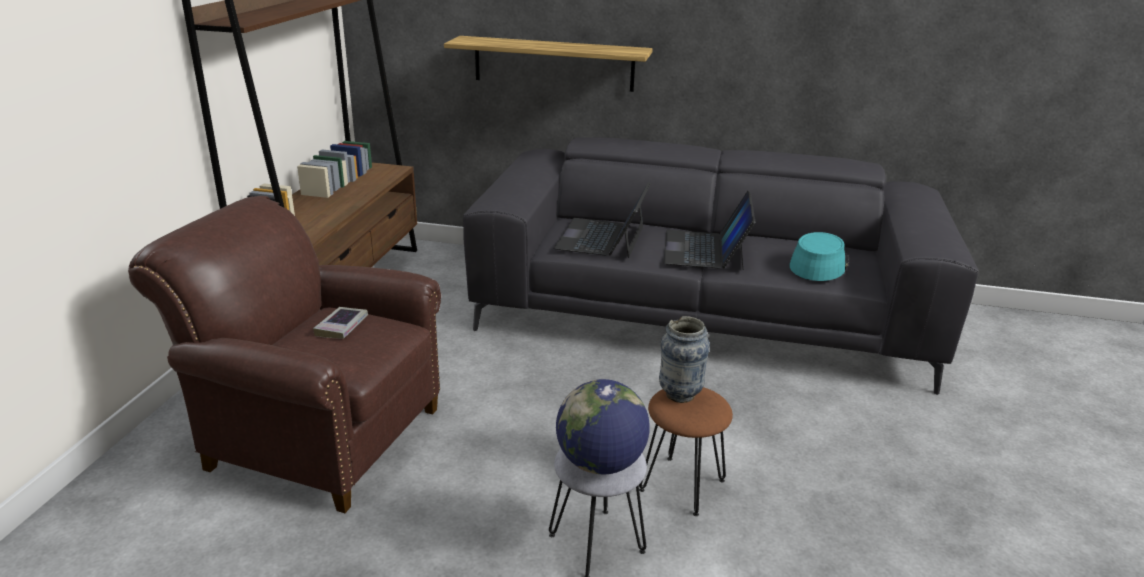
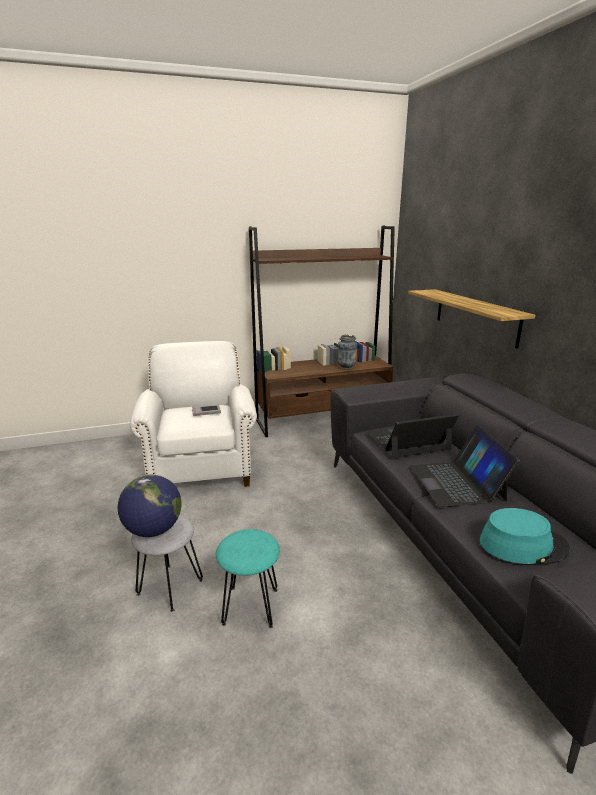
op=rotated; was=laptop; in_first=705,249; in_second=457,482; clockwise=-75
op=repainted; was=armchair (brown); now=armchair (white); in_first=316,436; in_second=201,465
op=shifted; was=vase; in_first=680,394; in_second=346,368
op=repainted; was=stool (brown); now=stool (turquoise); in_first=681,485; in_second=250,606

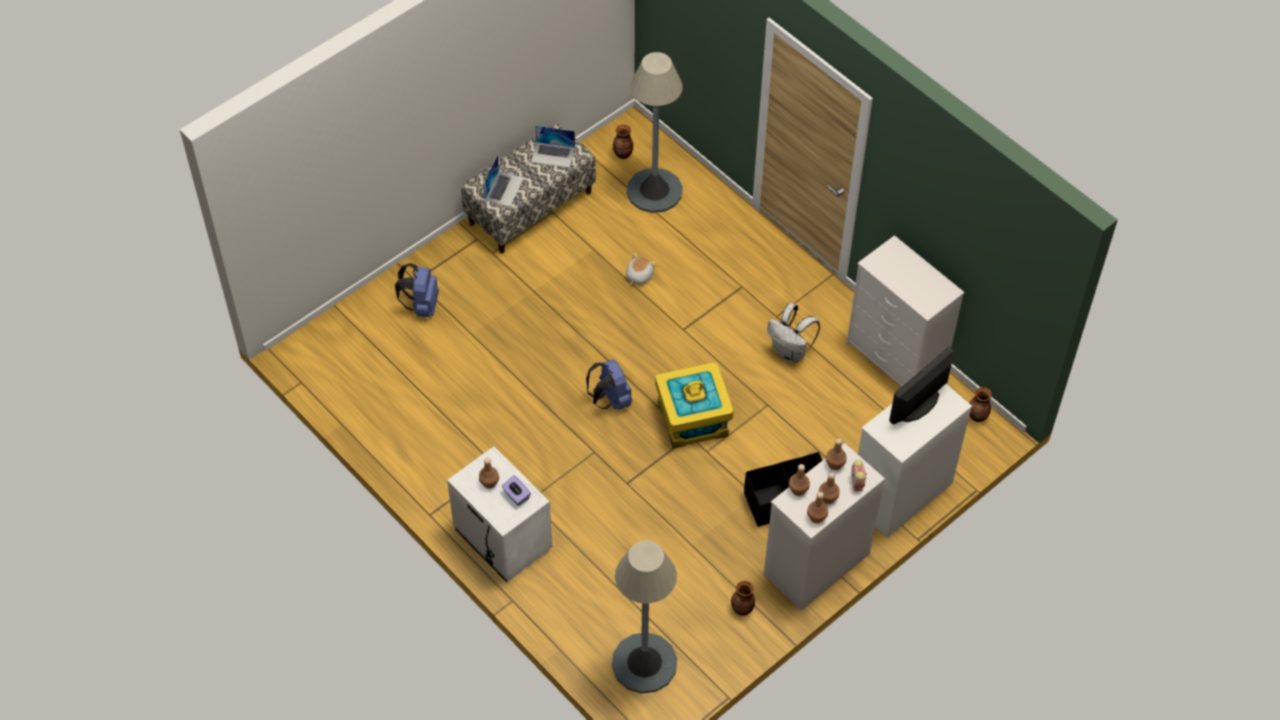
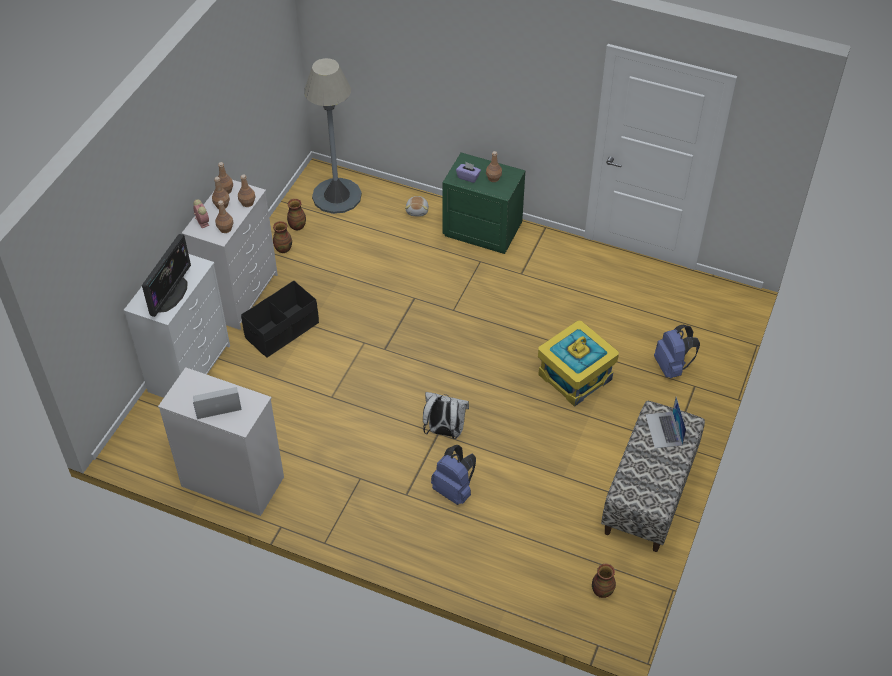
op=gone; was=floor lamp (grey); in_first=654,190
op=shifted; was=laptop; in_first=553,154; in_second=217,403
op=shifted; was=plush toy; in_first=638,275; in_second=417,210
op=shifted; was=backpack (white); in_first=790,352; in_second=444,431
op=shifted; was=backpack (blue); in_first=610,400; in_second=454,490
op=shifted; was=storage box (yellow); in_first=693,419; in_second=574,377
op=shifted; was=vase; in_first=977,416; in_second=297,226
op=repainted; was=nightstand (white); now=nightstand (green); in_first=501,540; in_second=482,230

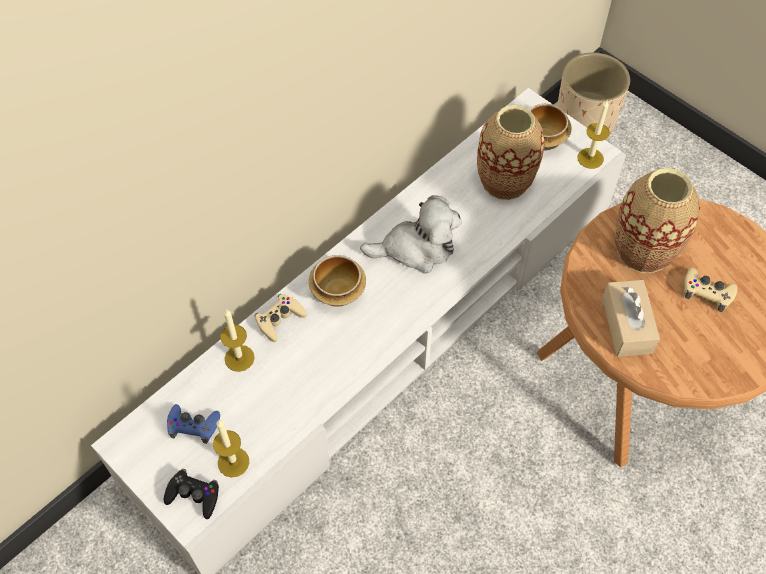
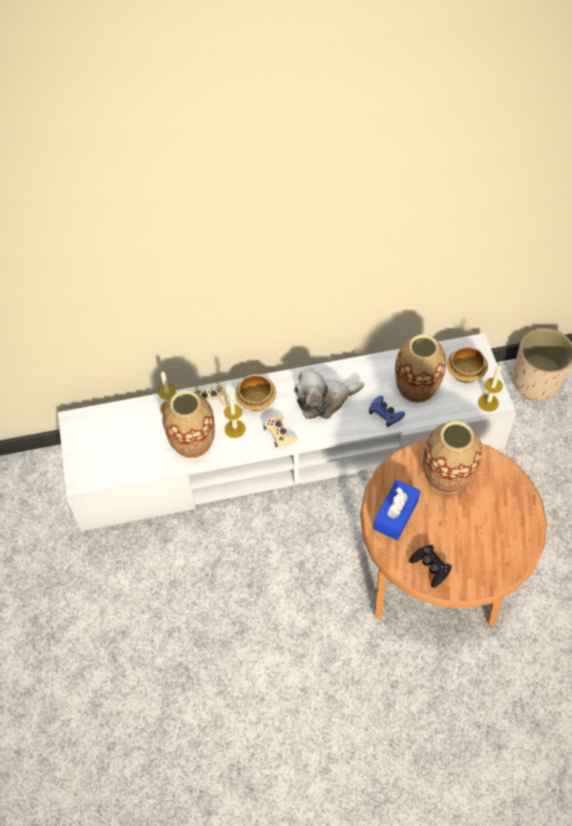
op=rotated; was=plush toy; in_first=416,248; in_second=324,400; clockwise=135
op=shifted; was=game controller (beige); in_first=707,292; in_second=280,433
op=repainted; was=tissue box (beige); now=tissue box (blue); in_first=627,325; in_second=396,514
op=shifted; was=game controller (blue); in_first=193,425; in_second=385,413
op=shifted; was=candle; in_first=233,462; in_second=235,429
op=shifted; was=game controller (black); in_first=193,495; in_second=430,566
op=new; now=vase; in_second=192,442

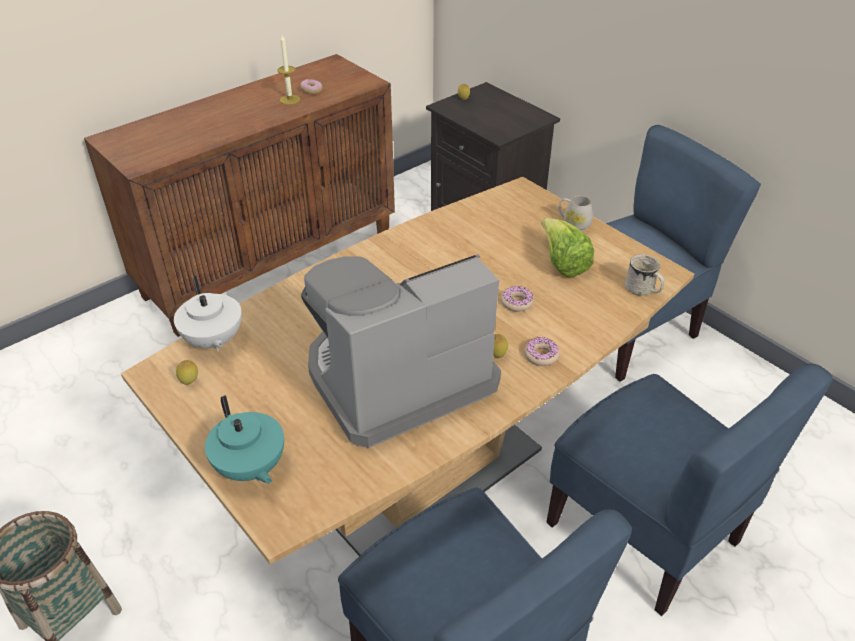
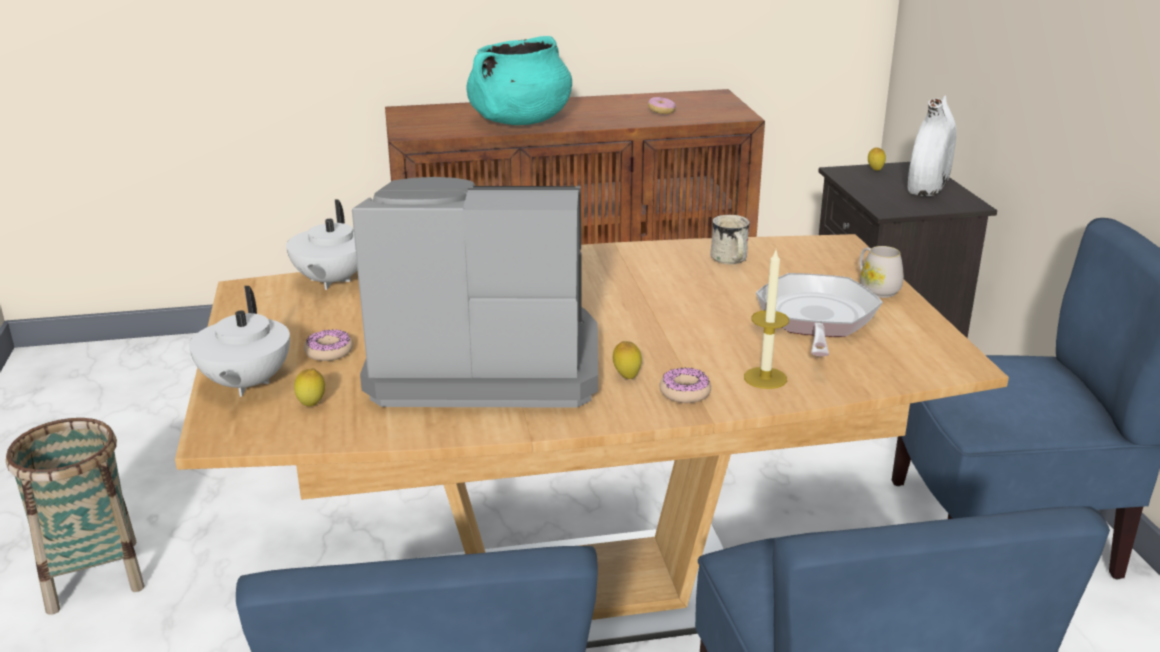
op=shifted; was=candle; in_first=290,99; in_second=765,378
op=swapped; was=lettuce; now=frying pan; in_first=562,263; in_second=816,320
op=shifted; was=mug (white); in_first=643,290; in_second=730,261
op=shifted; was=donut; in_first=516,302; in_second=329,352
op=shifted; was=lemon; in_first=190,382; in_second=312,405
op=repainted; was=teapot (turquoise); now=teapot (white); in_first=250,468; in_second=245,384
op=new; now=cooking pot (turquoise); in_second=520,121
op=new; now=vase (white); in_second=928,186

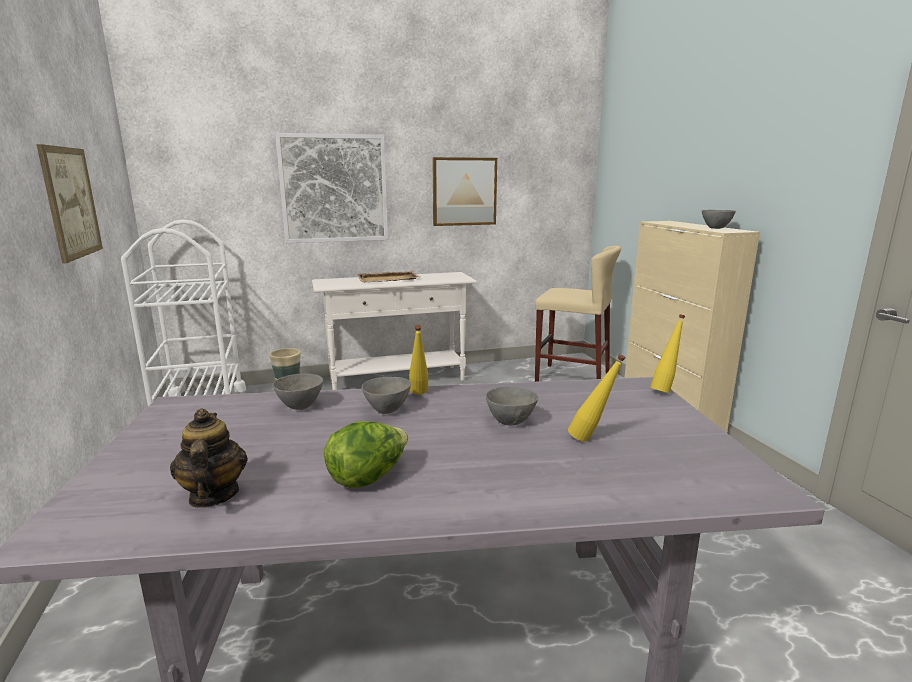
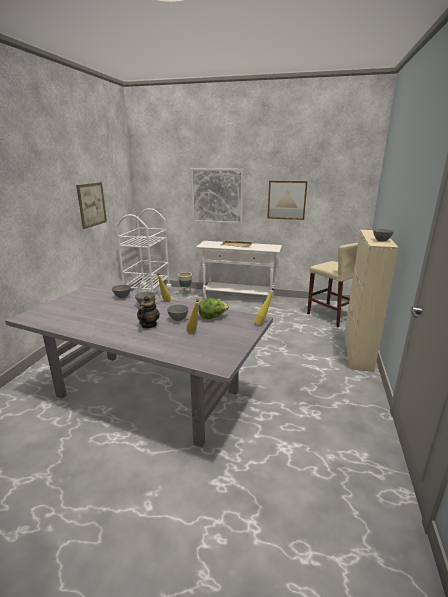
op=shifted; was=teapot; in_first=213,495; in_second=148,325
op=shifted; was=lettuce; in_first=368,477; in_second=212,317

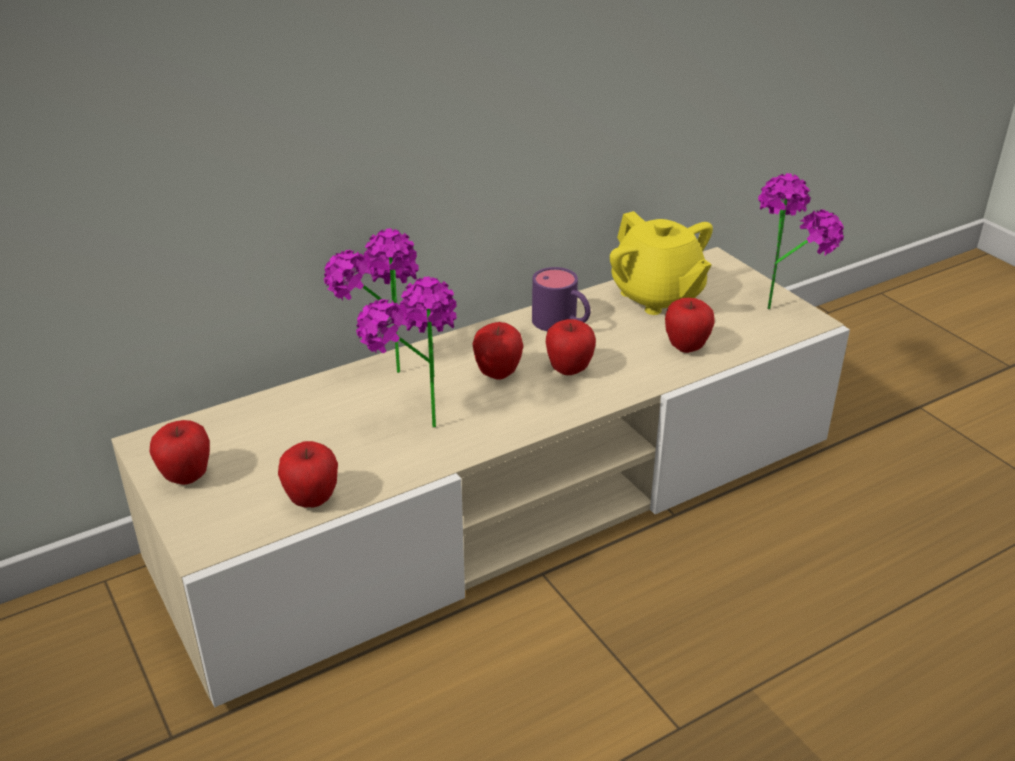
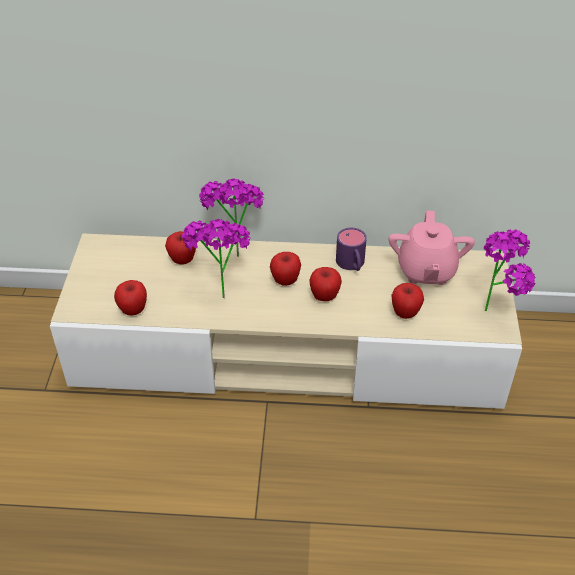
op=repainted; was=teapot (yellow); now=teapot (pink); in_first=657,296; in_second=426,271
op=shifted; was=apple; in_first=186,477; in_second=182,260

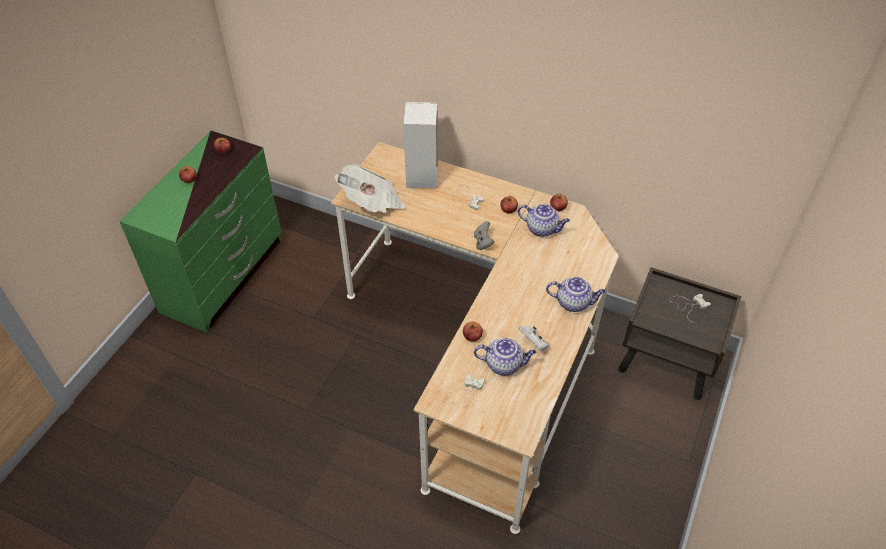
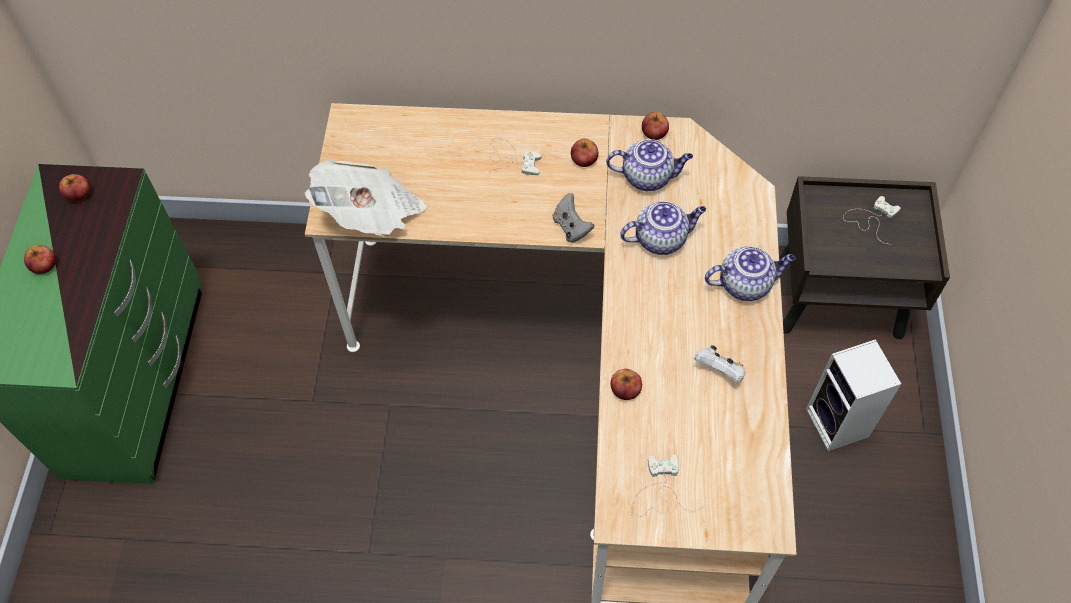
op=shifted; was=speaker; in_first=422,178; in_second=839,424
op=shifted; was=teapot; in_first=504,364; in_second=661,238

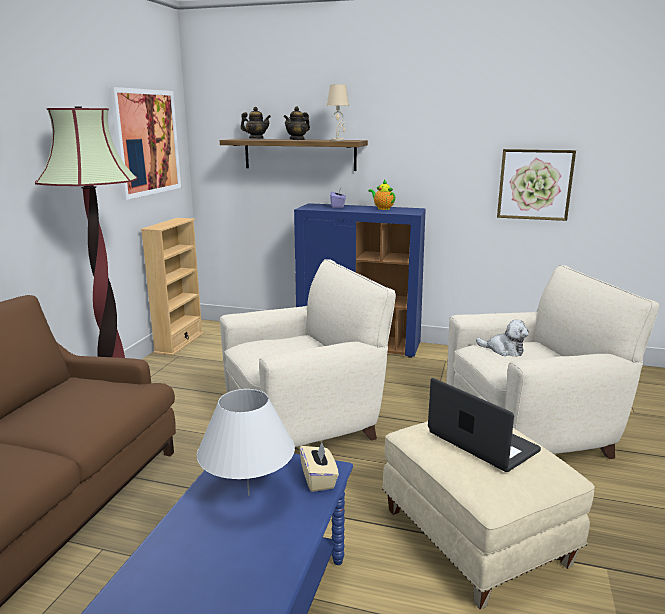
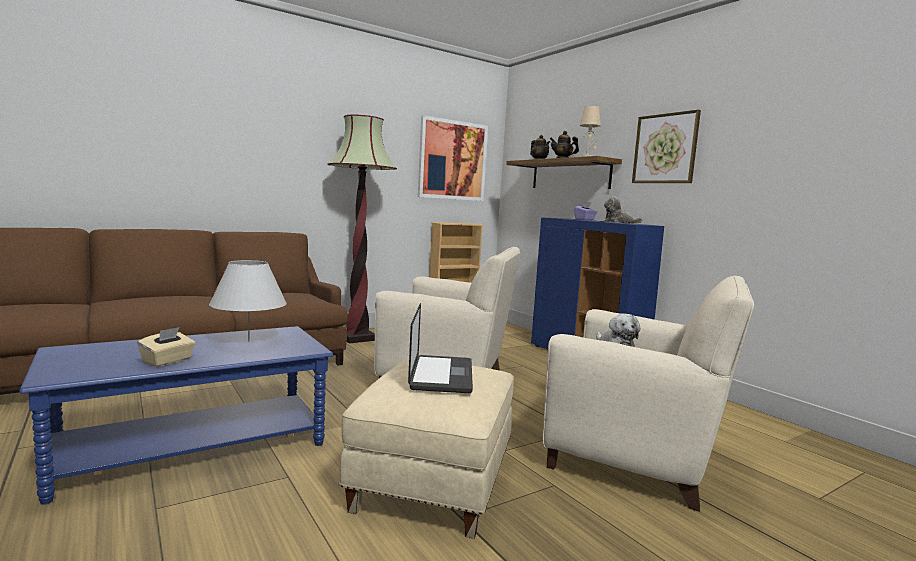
op=shifted; was=picture; in_first=535,184; in_second=665,148
op=swapped; was=teapot; now=plush toy; in_first=382,208; in_second=618,222
op=shifted; was=tissue box (beige); in_first=318,479; in_second=168,361

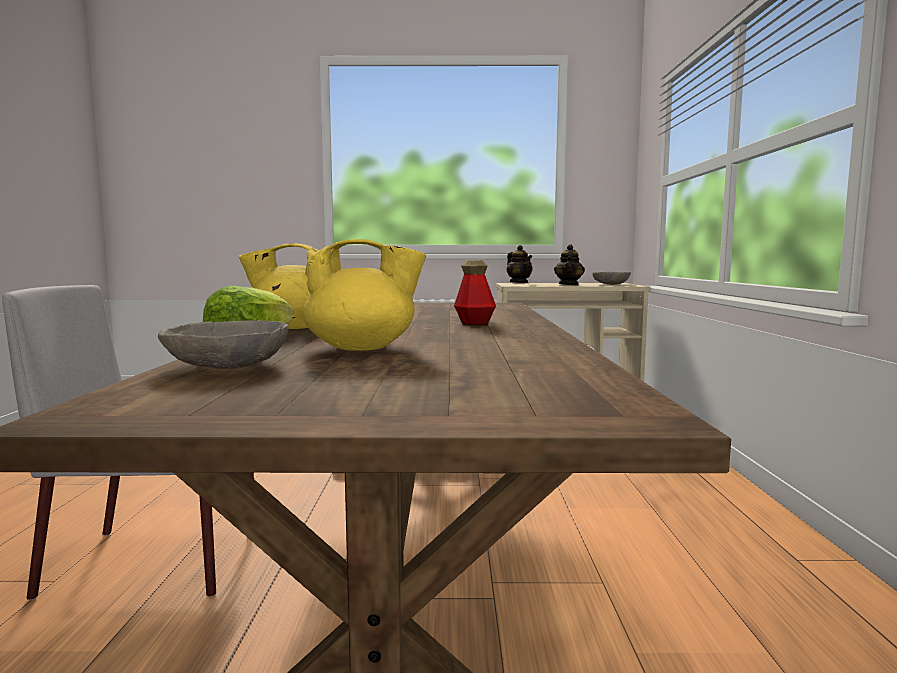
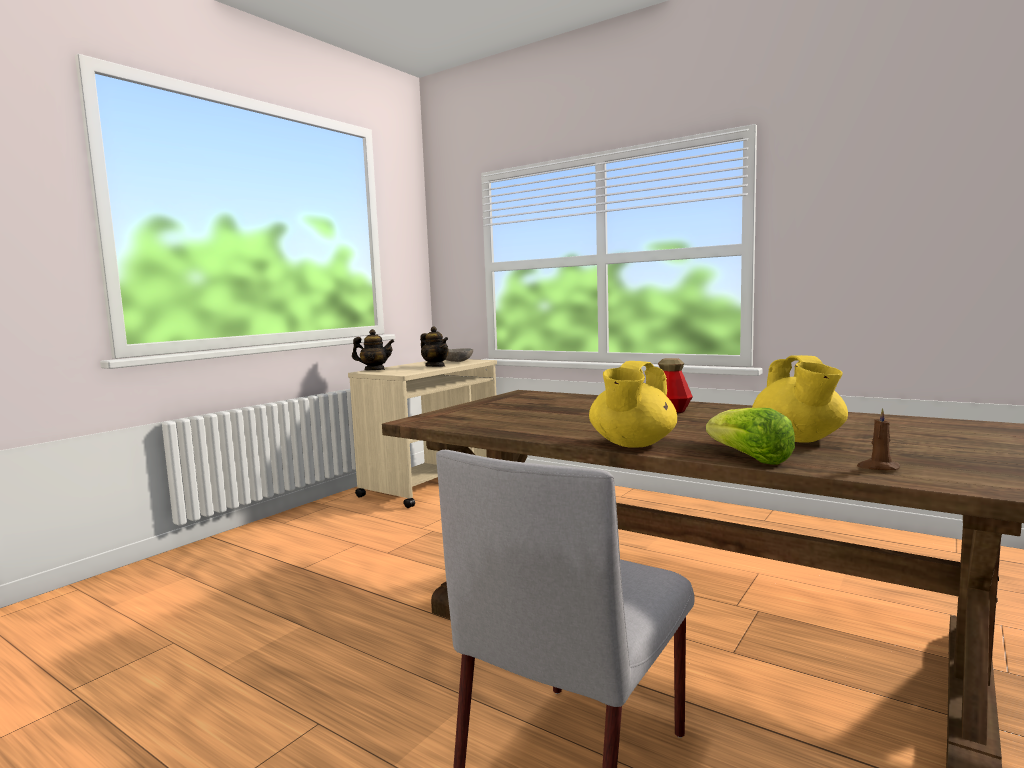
op=rotated; was=teapot (yellow); in_first=363,348; in_second=798,439; clockwise=150
op=swapped; was=bowl (grey); now=candle (brown); in_first=228,366; in_second=877,467

